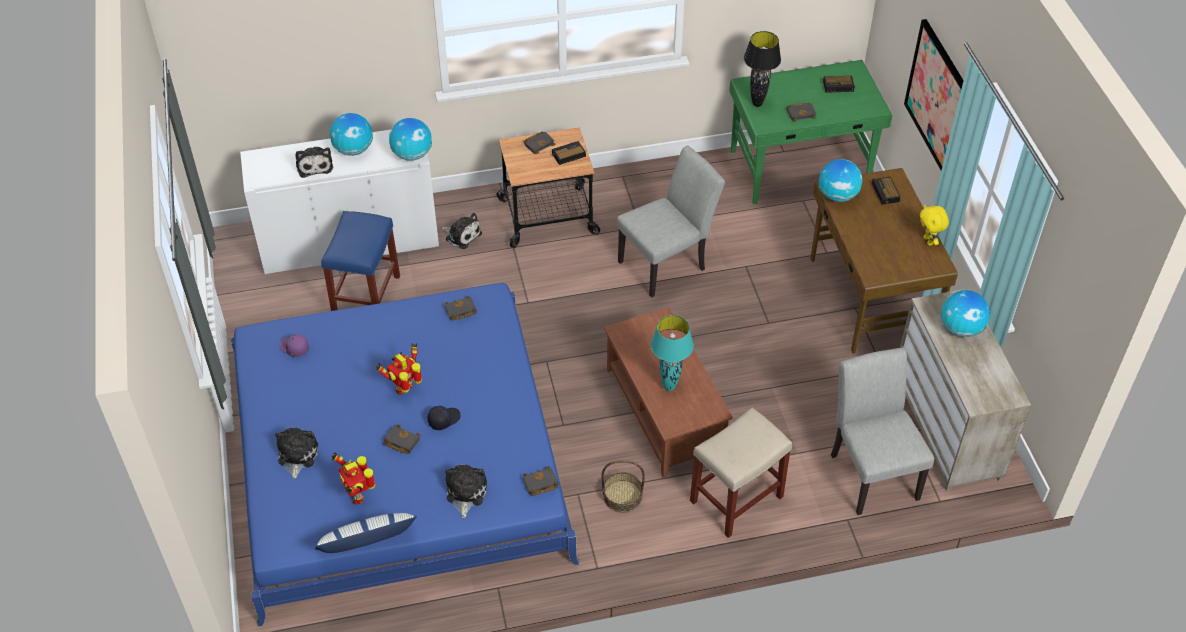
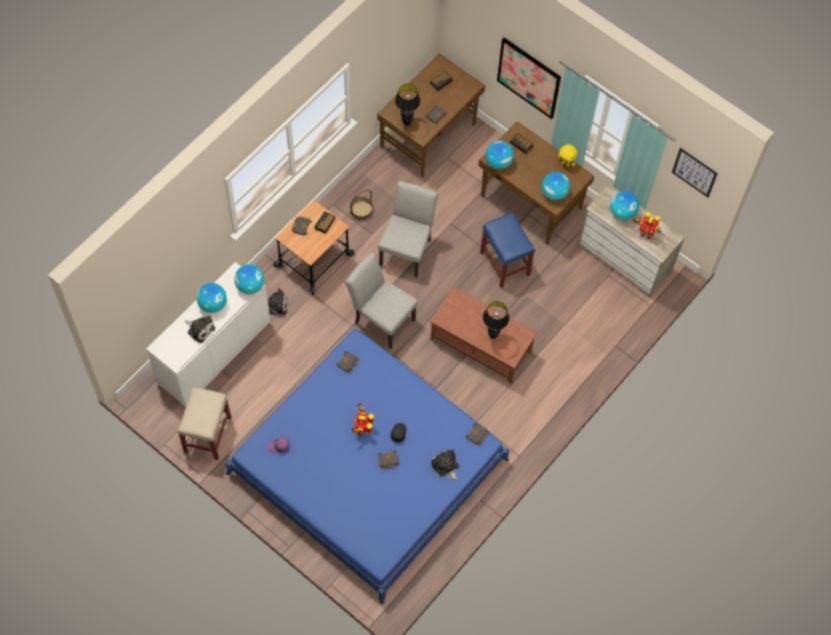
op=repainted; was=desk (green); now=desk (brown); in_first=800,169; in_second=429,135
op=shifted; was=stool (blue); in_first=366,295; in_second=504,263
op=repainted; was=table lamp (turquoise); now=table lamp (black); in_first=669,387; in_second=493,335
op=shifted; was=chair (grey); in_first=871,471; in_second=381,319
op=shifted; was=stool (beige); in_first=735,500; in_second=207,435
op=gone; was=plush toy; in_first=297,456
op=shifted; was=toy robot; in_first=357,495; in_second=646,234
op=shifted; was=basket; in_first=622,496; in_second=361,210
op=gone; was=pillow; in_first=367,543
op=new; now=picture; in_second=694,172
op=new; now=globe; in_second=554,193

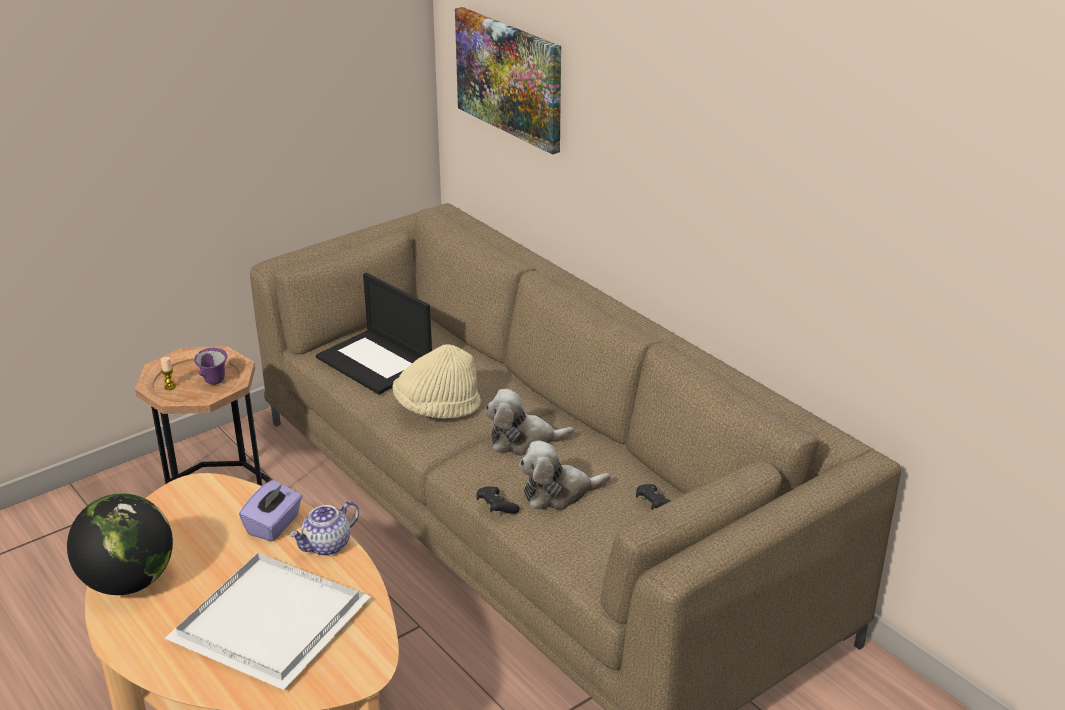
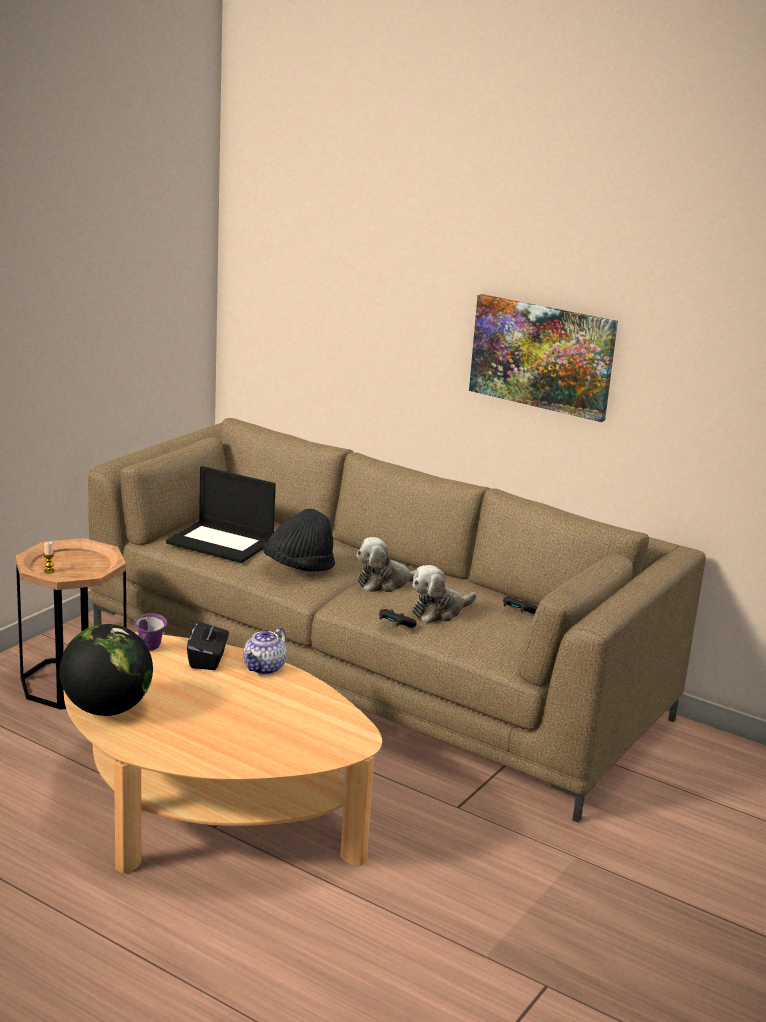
op=shifted; was=picture; in_first=510,78; in_second=542,356
op=repainted; was=hat (beige); now=hat (black); in_first=437,408; in_second=298,568
op=shifted; was=mug (purple); in_first=214,383; in_second=150,649
op=repainted; was=tissue box (purple); now=tissue box (black); in_first=274,525; in_second=208,660
op=gone; was=tray (white); in_first=274,621

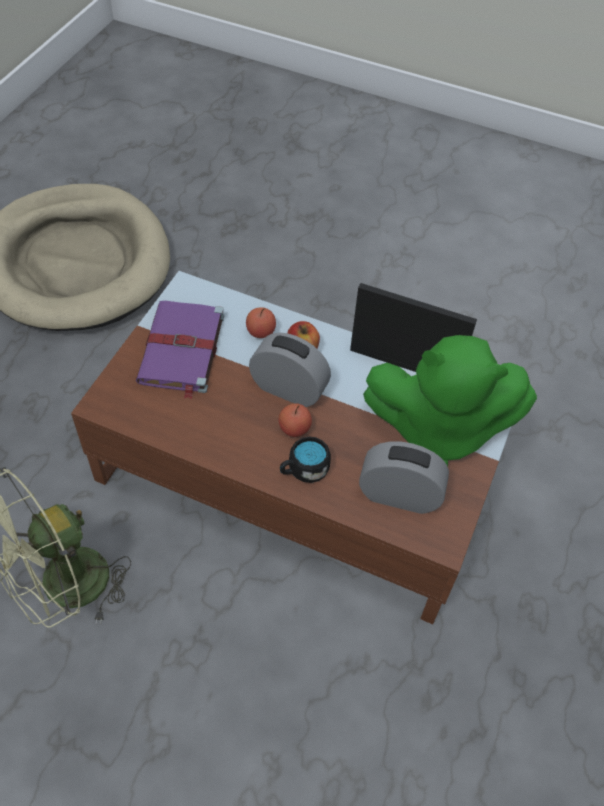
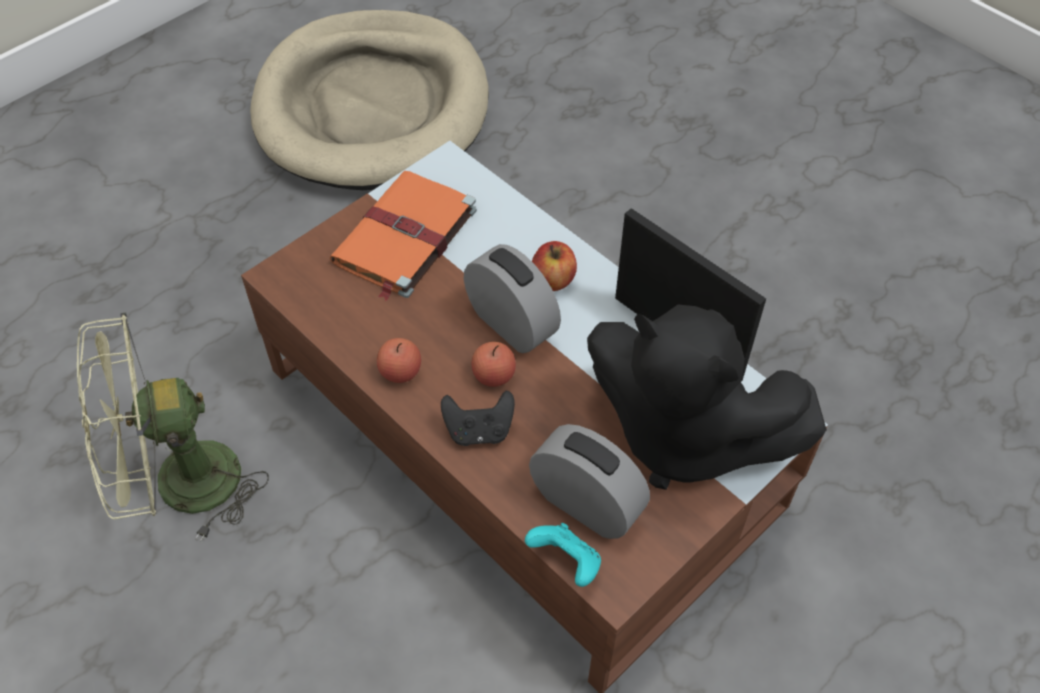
op=repainted; was=book (purple); now=book (orange); in_first=181,350; in_second=404,238
op=shifted; was=apple; in_first=260,332; in_second=400,372
op=repainted; was=plush toy (green); now=plush toy (black); in_first=438,428; in_second=683,435
op=swapped; was=mug (black); now=game controller (black); in_first=303,470; in_second=479,430
op=new; now=game controller (turquoise); in_second=566,562

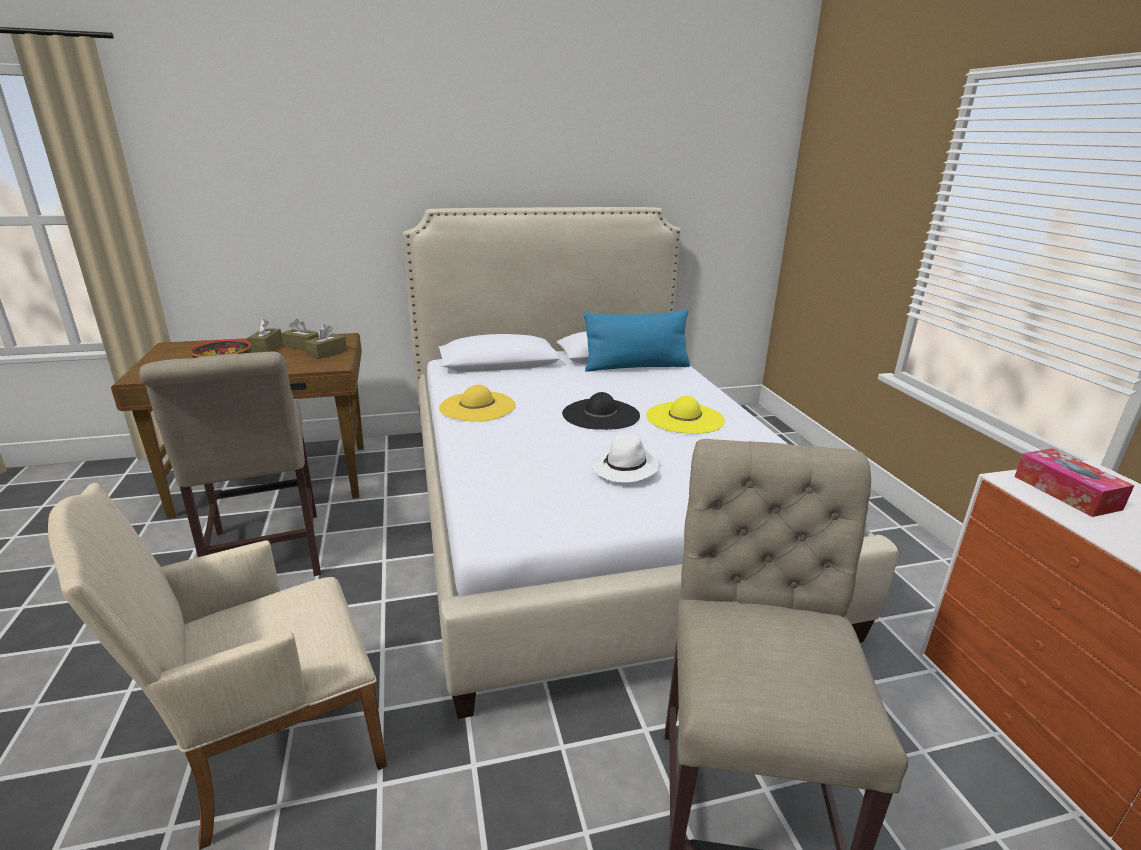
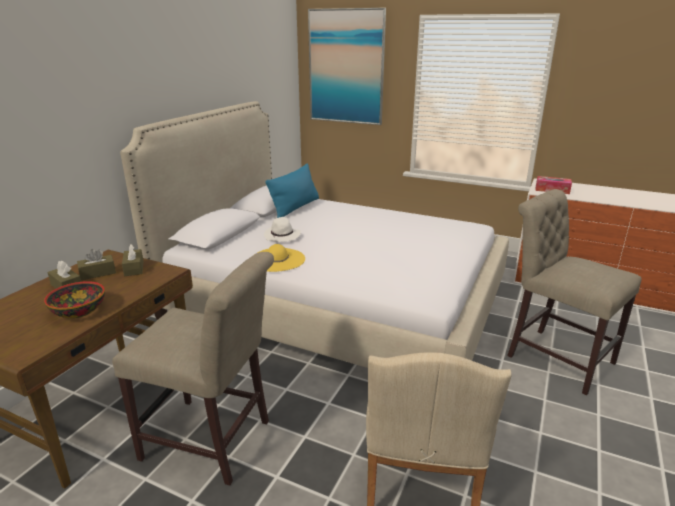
op=gone; was=hat (black); in_first=601,414
op=gone; was=hat (yellow); in_first=685,418
op=shifted; was=hat (white); in_first=626,469; in_second=282,236
op=new; now=picture; in_second=346,67

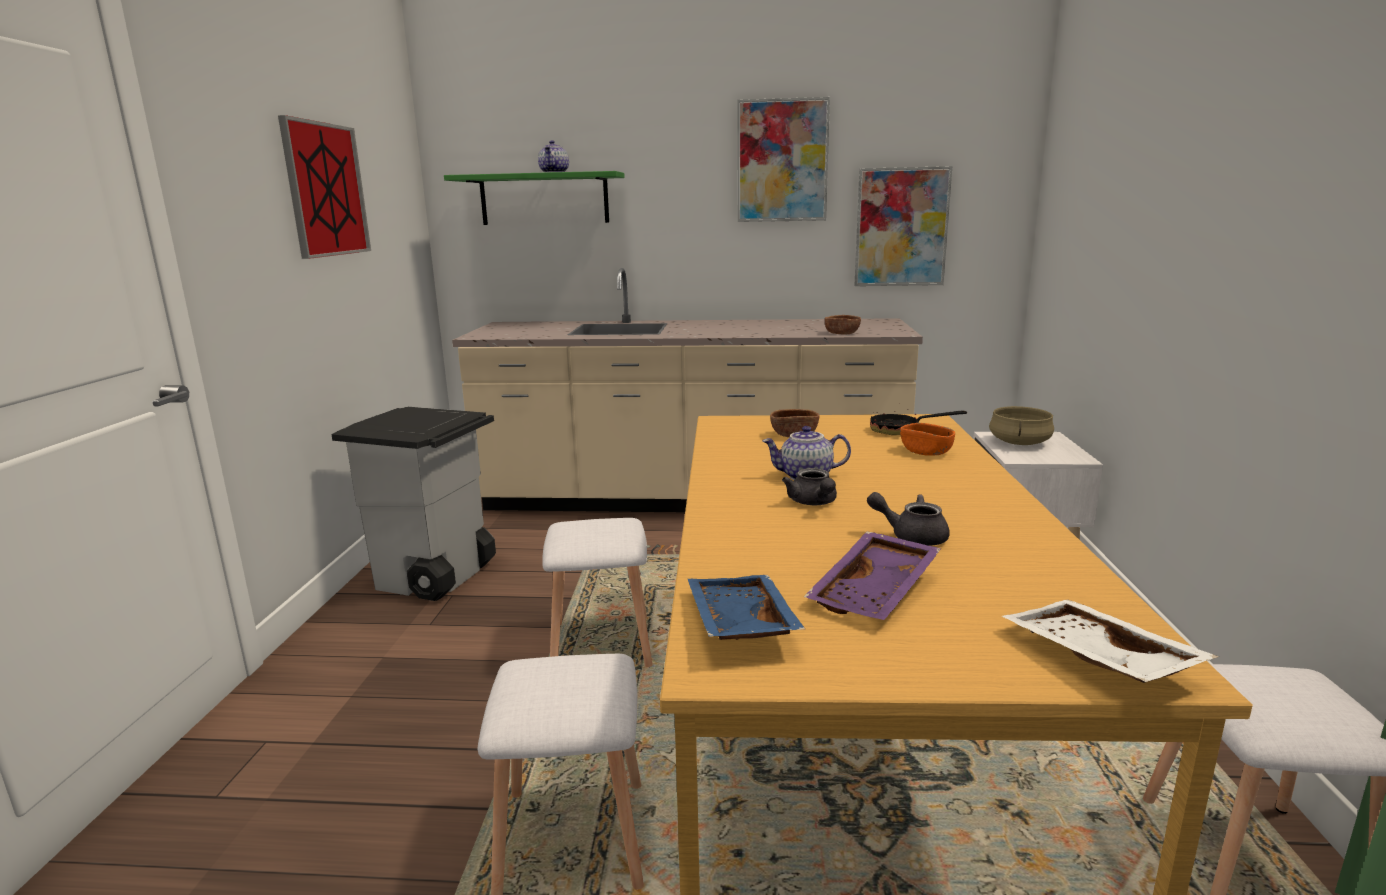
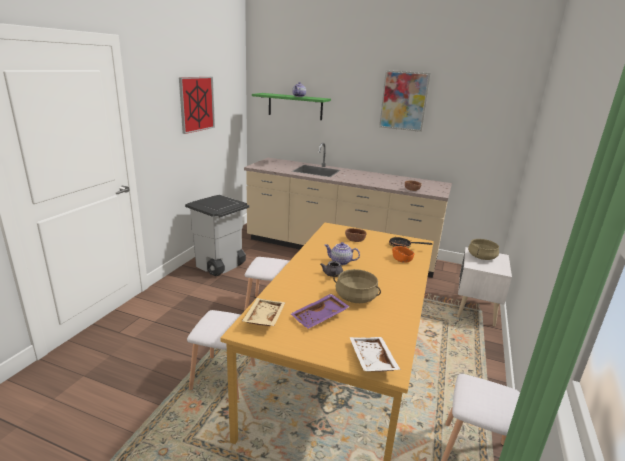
op=gone; was=picture; in_first=901,227
op=swapped; was=teapot (grey); now=cooking pot (beige); in_first=911,536; in_second=355,298
op=repainted; was=tray (blue); now=tray (beige); in_first=738,623; in_second=263,318

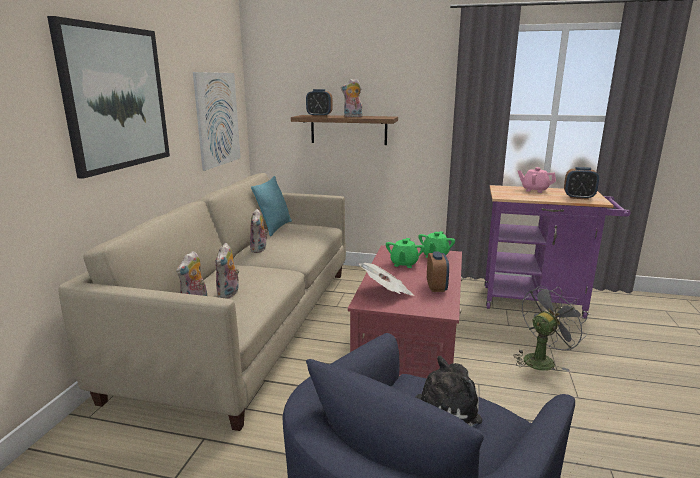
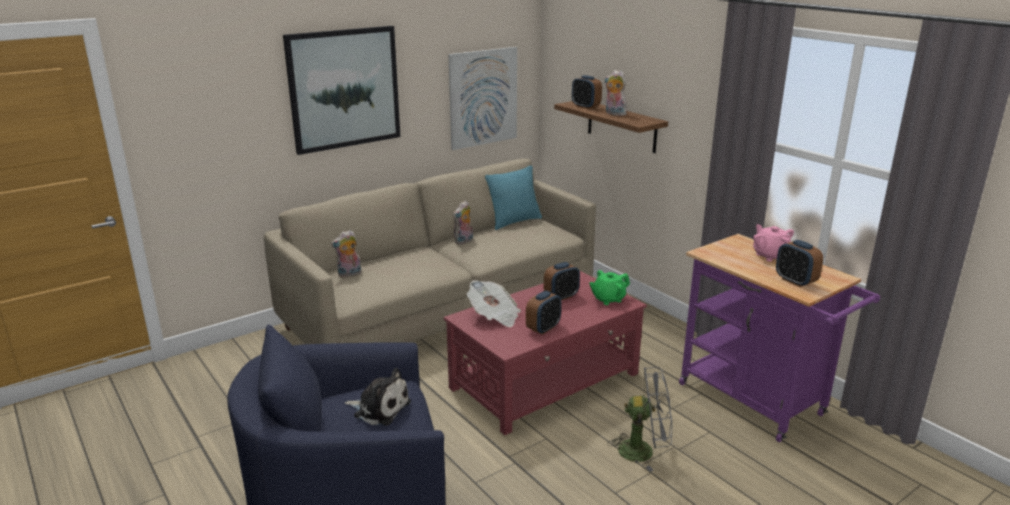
op=swapped; was=teapot (green); now=alarm clock; in_first=404,264; in_second=561,296
op=gone; was=plush toy; in_first=229,294

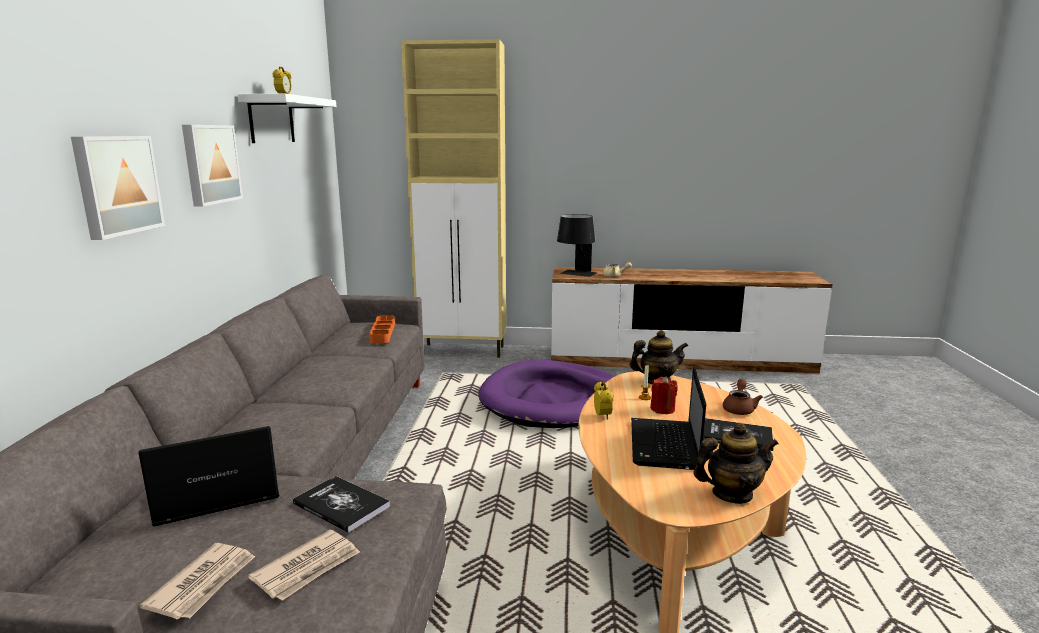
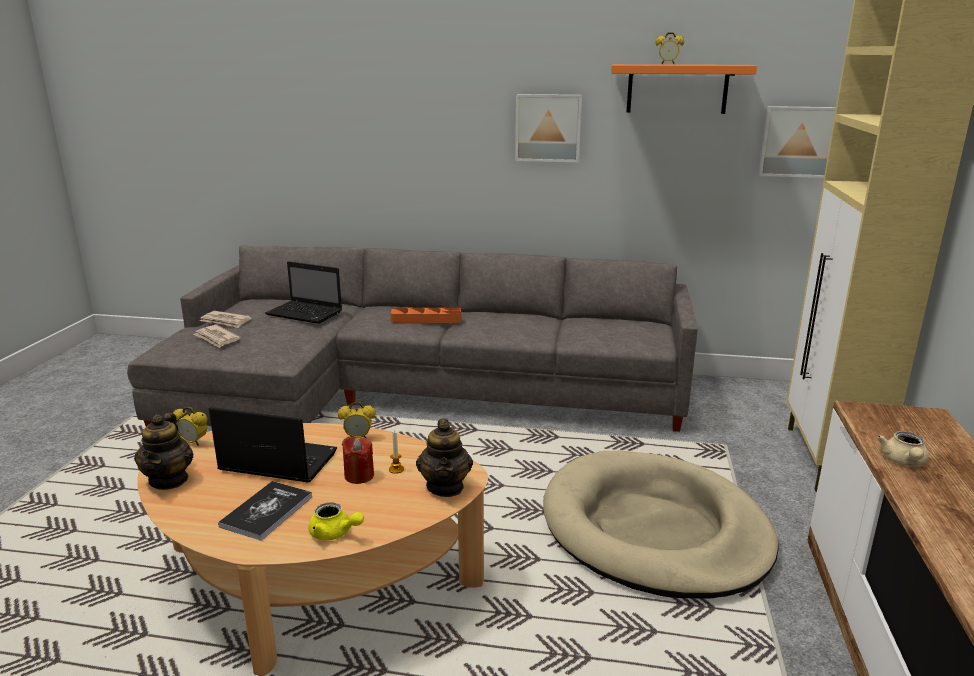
op=repainted; was=shelf (white); now=shelf (orange); in_first=271,120; in_second=677,89
op=shifted; was=picture; in_first=116,185; in_second=797,141
op=gone; was=table lamp (black); in_first=576,274
op=shifted; was=tray (orange); in_first=383,332; in_second=426,319
op=repainted; was=dog bed (purple); now=dog bed (beige); in_first=552,400; in_second=654,530
op=repainted; was=teapot (brown); now=teapot (yellow); in_first=739,408; in_second=334,533
op=rotated; was=laptop; in_first=214,497; in_second=306,313; clockwise=135
op=gone; was=book; in_first=341,505
op=new; now=alarm clock; in_second=193,443

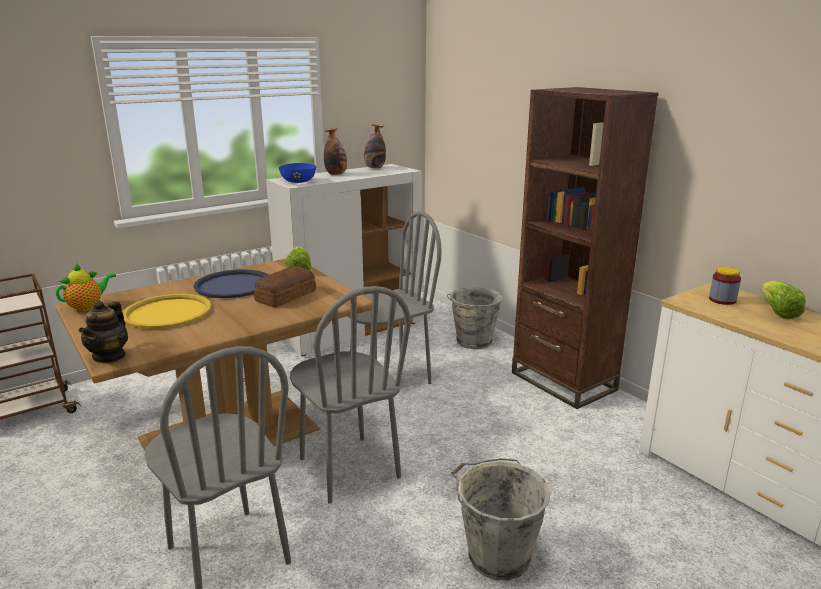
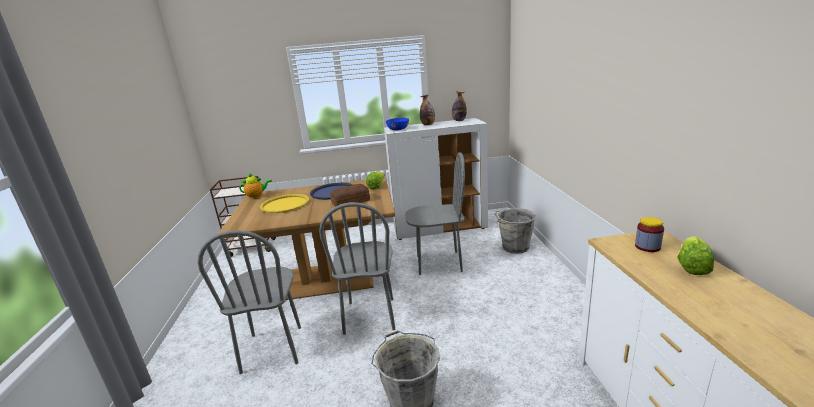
op=gone; was=bookcase (brown); in_first=563,381
op=gone; was=teapot; in_first=109,356

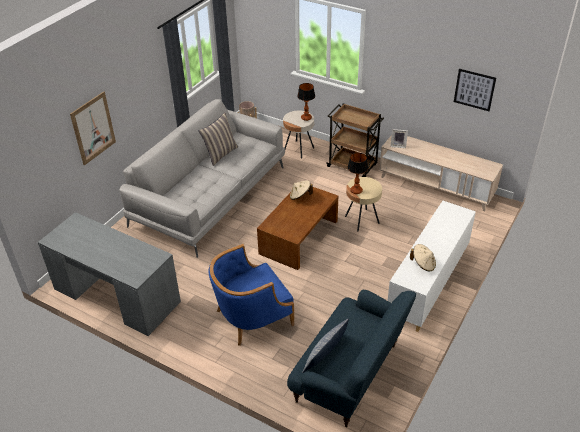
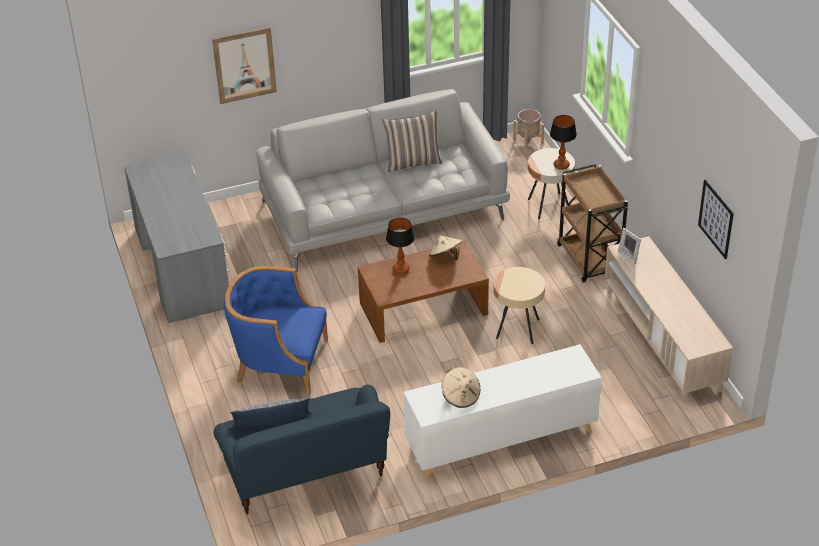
op=shifted; was=table lamp; in_first=356,191; in_second=401,270

